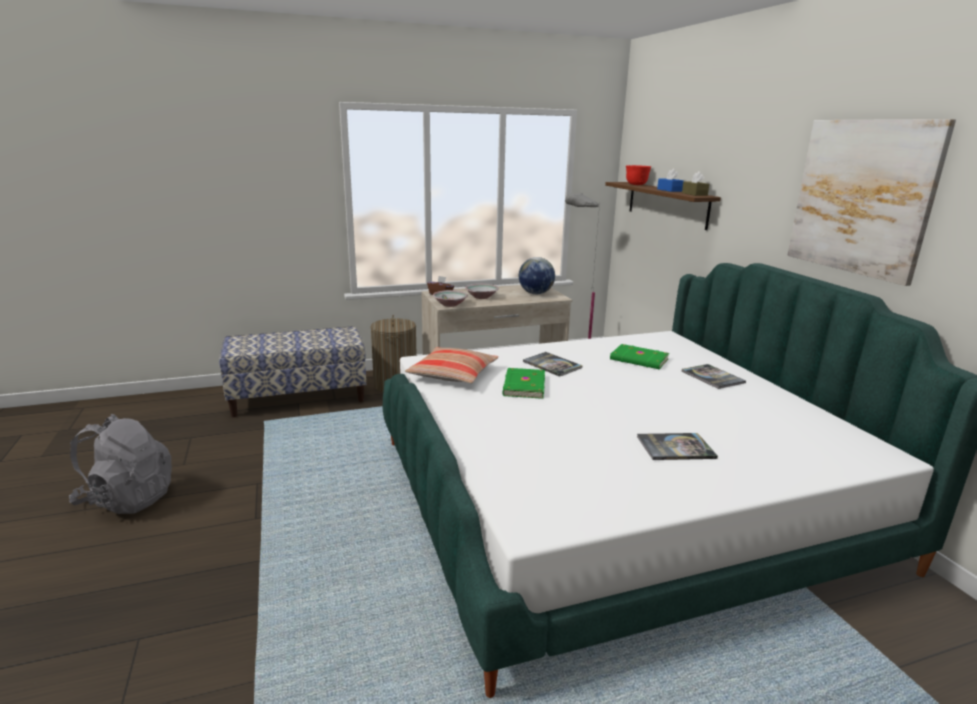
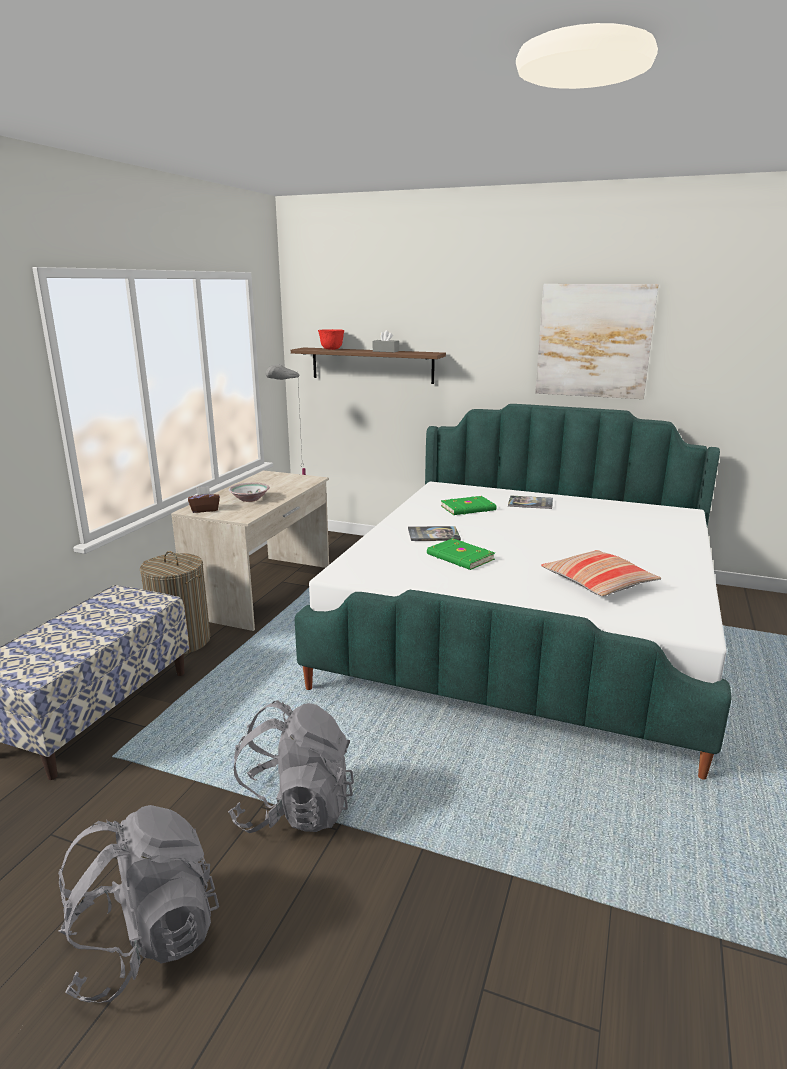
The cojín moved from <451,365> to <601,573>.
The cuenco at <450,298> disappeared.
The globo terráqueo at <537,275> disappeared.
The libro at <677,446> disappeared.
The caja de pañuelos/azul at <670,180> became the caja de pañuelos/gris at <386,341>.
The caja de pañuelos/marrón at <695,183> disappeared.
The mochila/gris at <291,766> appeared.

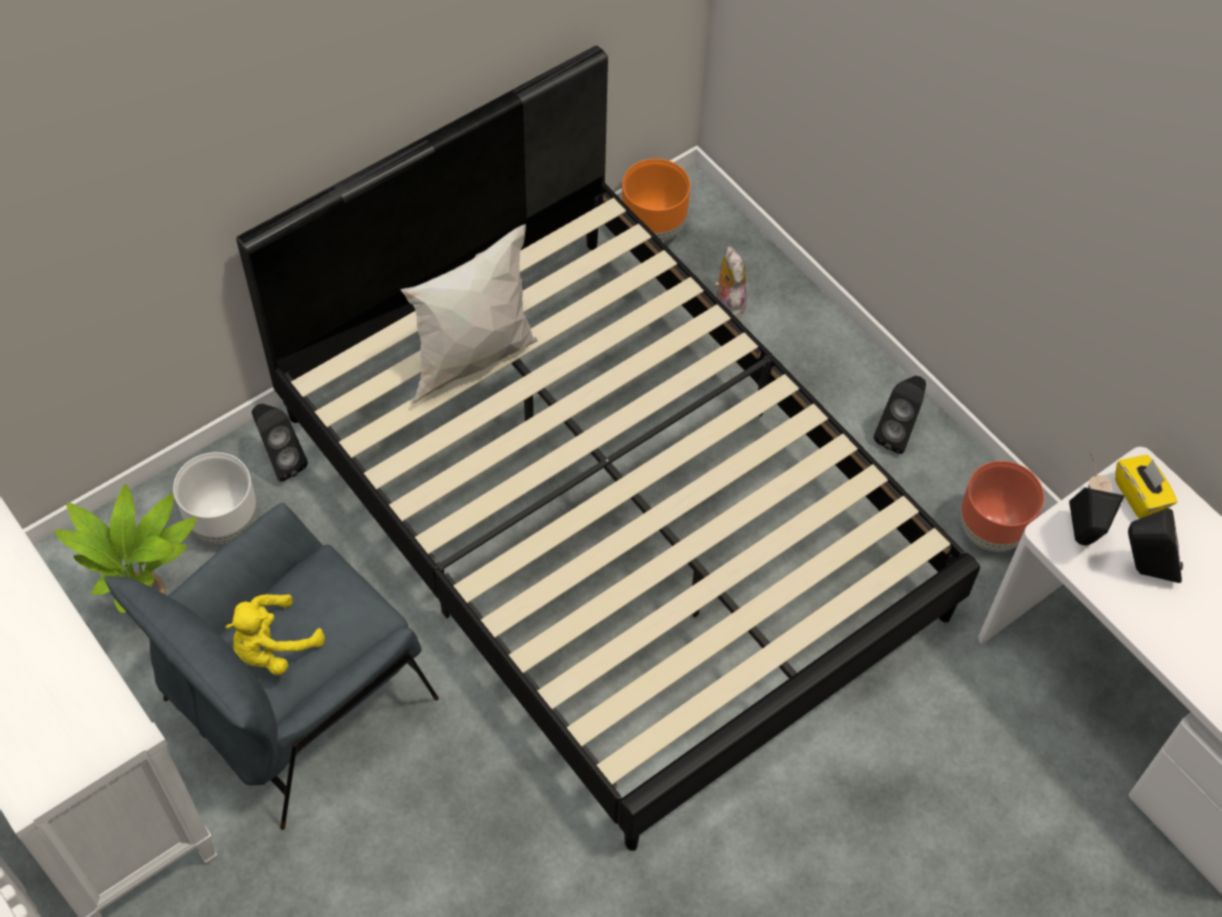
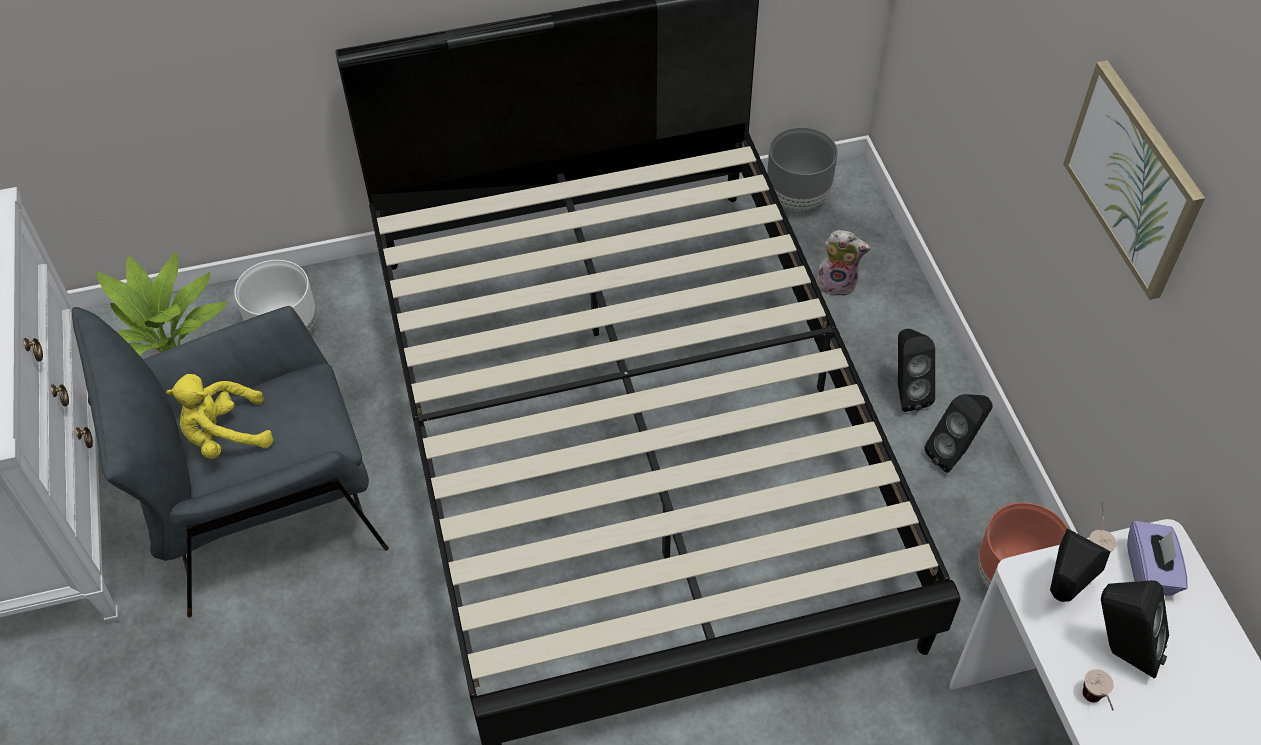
The altavoz/negro moved from <280,443> to <916,370>.
The cojín/blanco at <468,313> disappeared.
The maceta/naranja at <656,200> became the maceta/gris at <802,169>.
The peluche at <730,282> turned 90 degrees clockwise.
The caja de pañuelos/amarillo at <1146,487> became the caja de pañuelos/morado at <1157,558>.
The cuadro at <1134,180> appeared.
The taza at <1098,689> appeared.

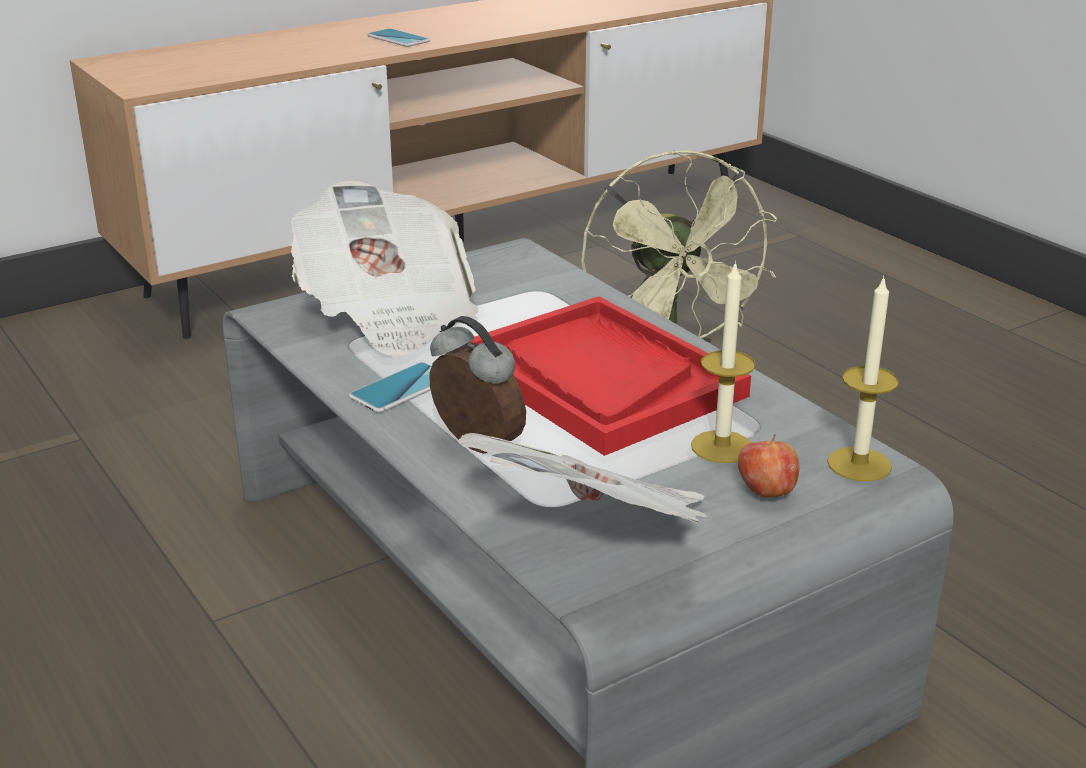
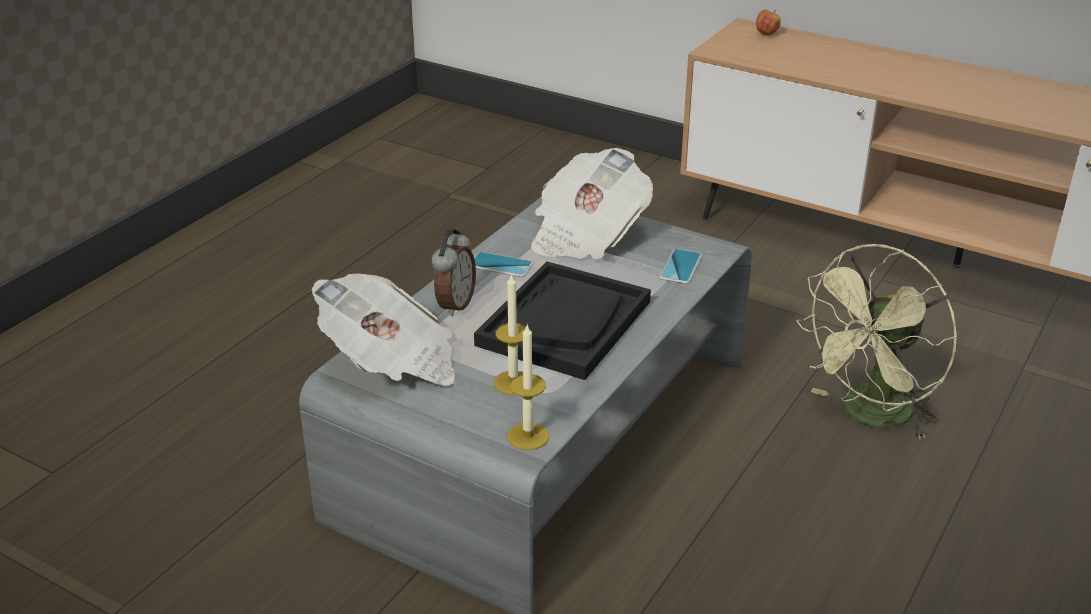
The móvil moved from <398,37> to <681,266>.
The bandeja/rojo at <610,376> became the bandeja/negro at <562,320>.
The manzana moved from <769,466> to <768,23>.

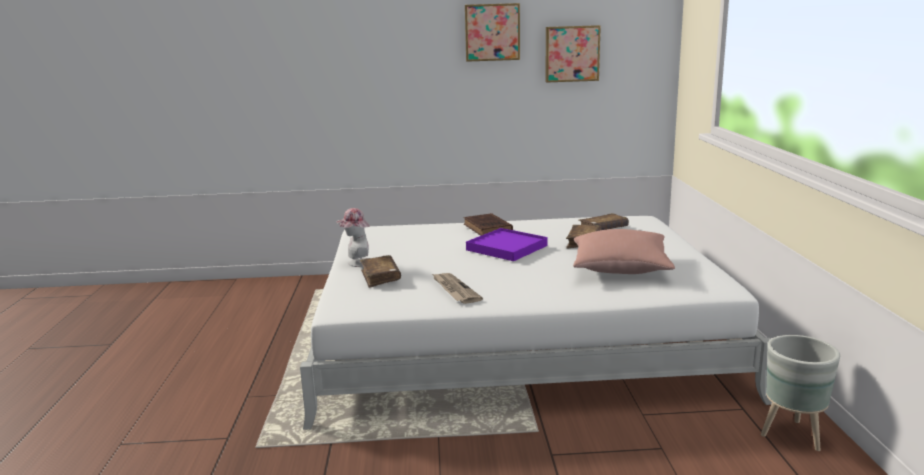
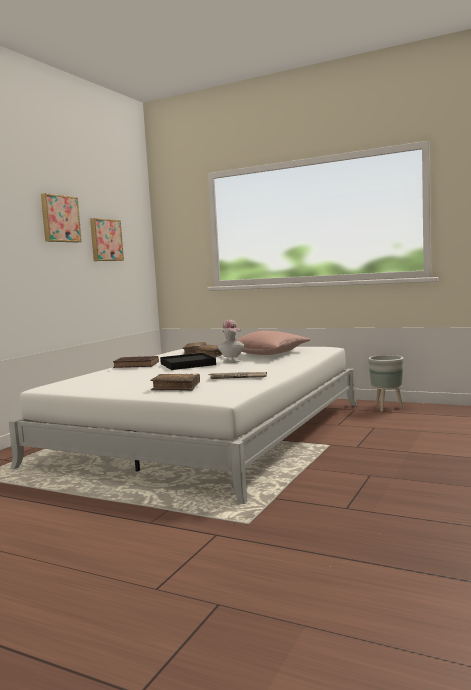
The sombrero moved from <353,237> to <231,341>.
The bandeja/morado at <507,244> became the bandeja/negro at <188,361>.

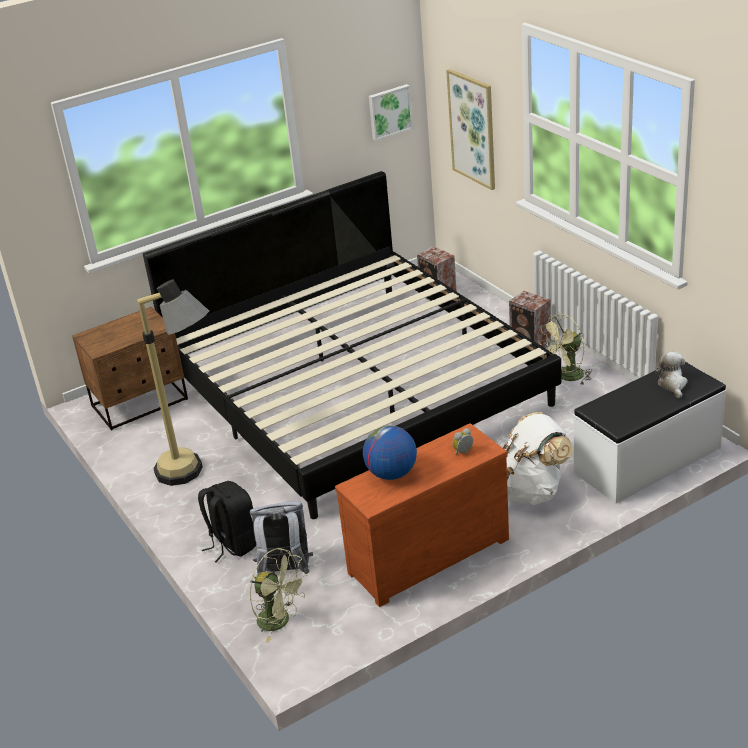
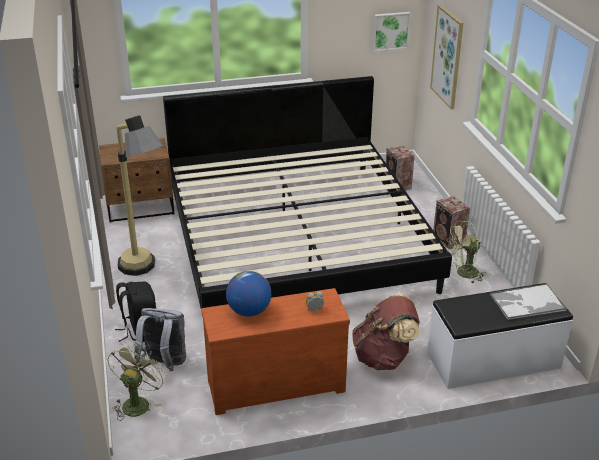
The ventilador/verde at <278,595> turned 120 degrees counterclockwise.
The mochila/blanco at <538,458> became the mochila/marrón at <386,332>.
The peluche at <671,375> was replaced by the bandeja at <528,302>.

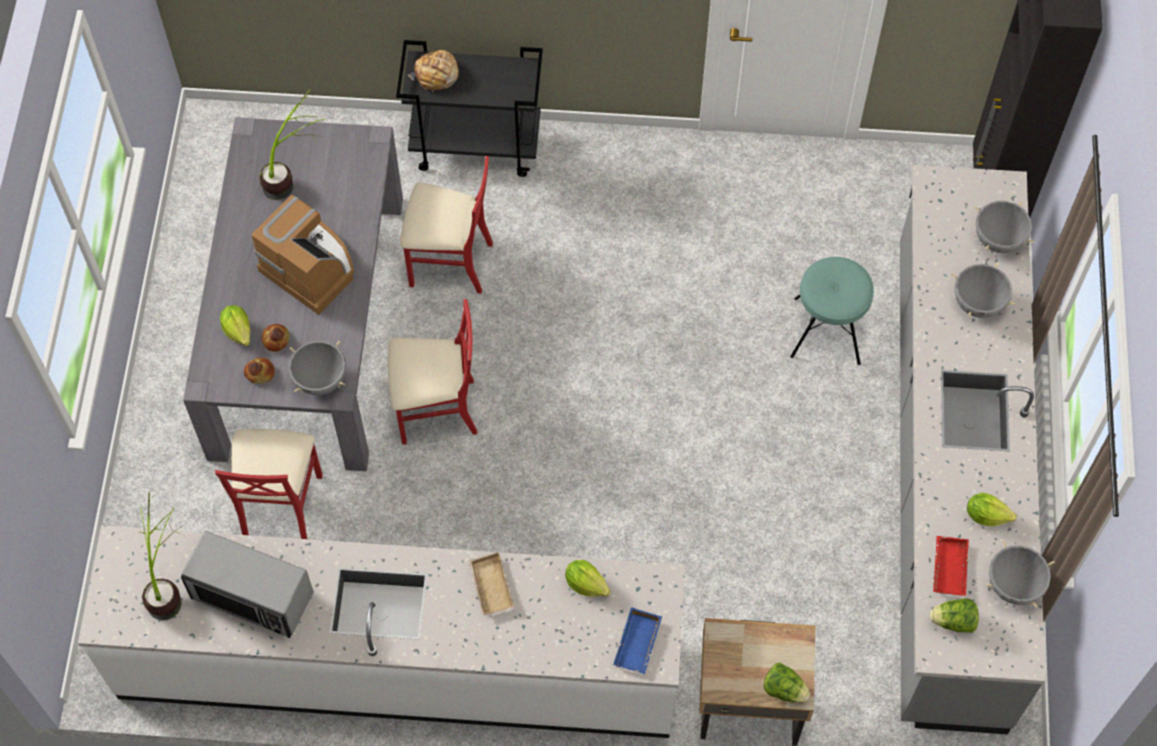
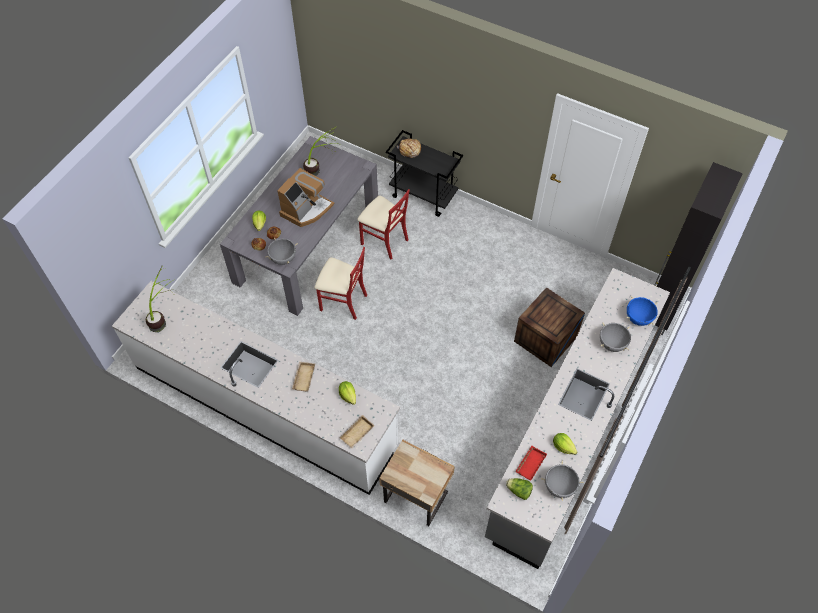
The microondas at <247,584> disappeared.
The silla/rojo at <269,484> disappeared.
The cafetera at <303,255> turned 60 degrees clockwise.
The bandeja/azul at <637,640> became the bandeja/beis at <357,432>.
The lechuga at <786,683> disappeared.
The taburete/turquesa at <832,311> was replaced by the caja de embalaje at <549,327>.
The olla/gris at <1004,227> became the olla/azul at <641,311>.

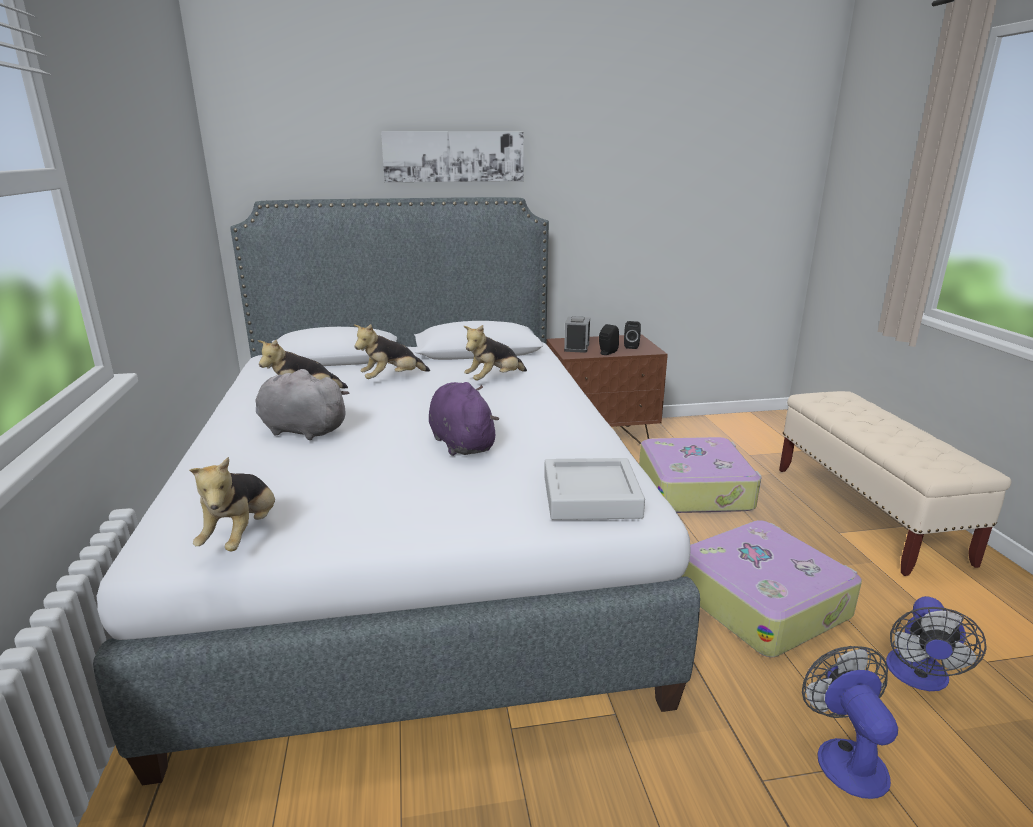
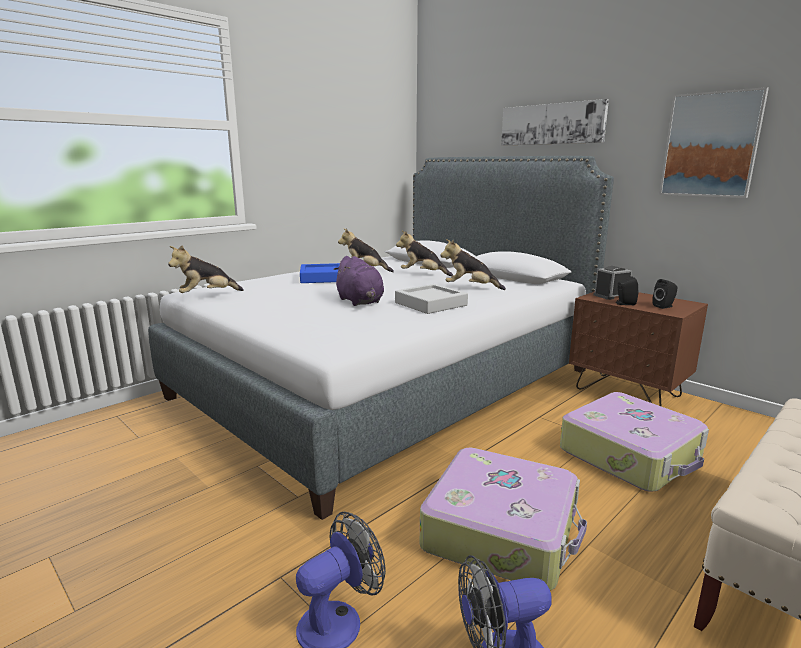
The peluche/gris at <302,404> was replaced by the bandeja/azul at <320,273>.
The peluche/morado at <464,419> turned 120 degrees clockwise.
The bandeja/gris moved from <594,489> to <431,299>.
The cuadro at <714,142> appeared.

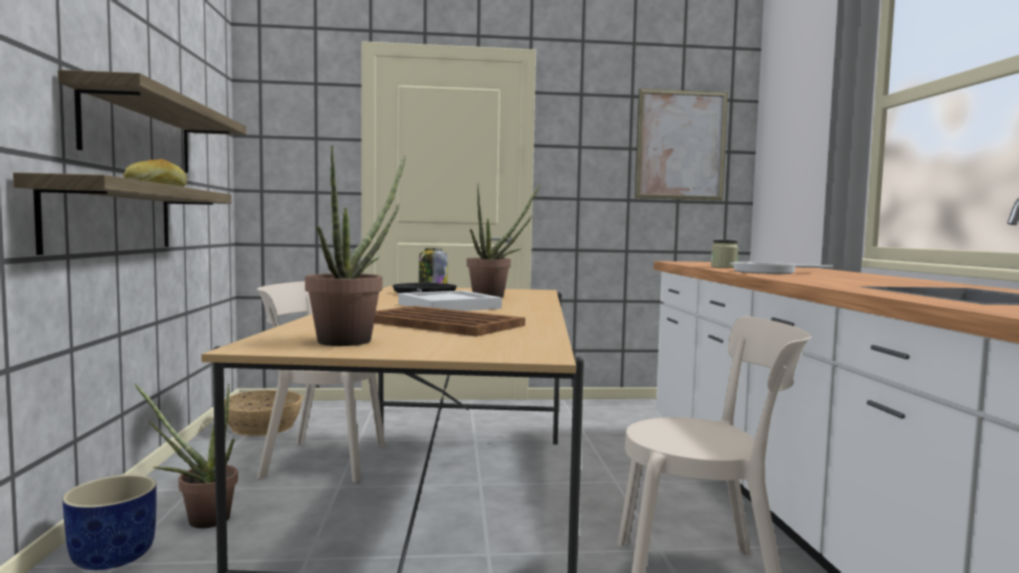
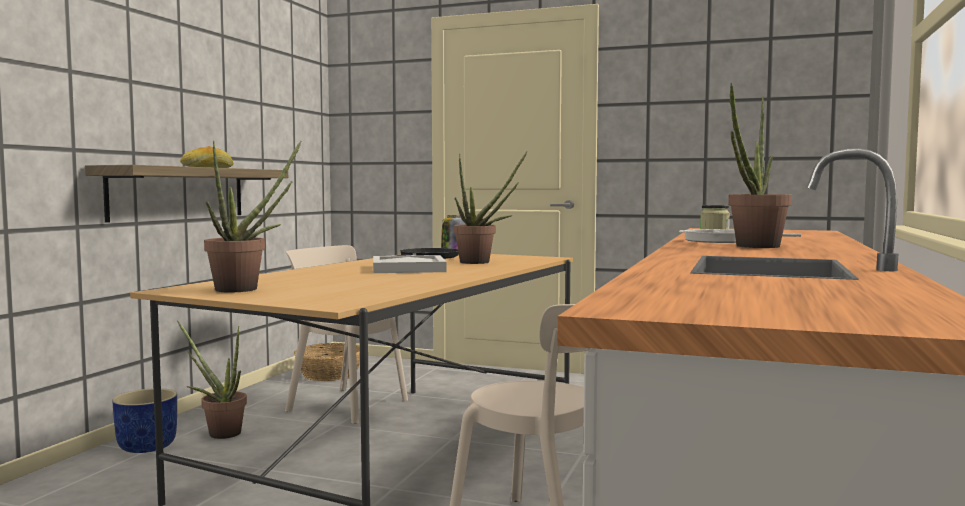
The estante at <152,121> disappeared.
The bandeja/marrón at <449,321> disappeared.
The cuadro at <681,144> disappeared.
The planta en maceta at <760,165> appeared.

